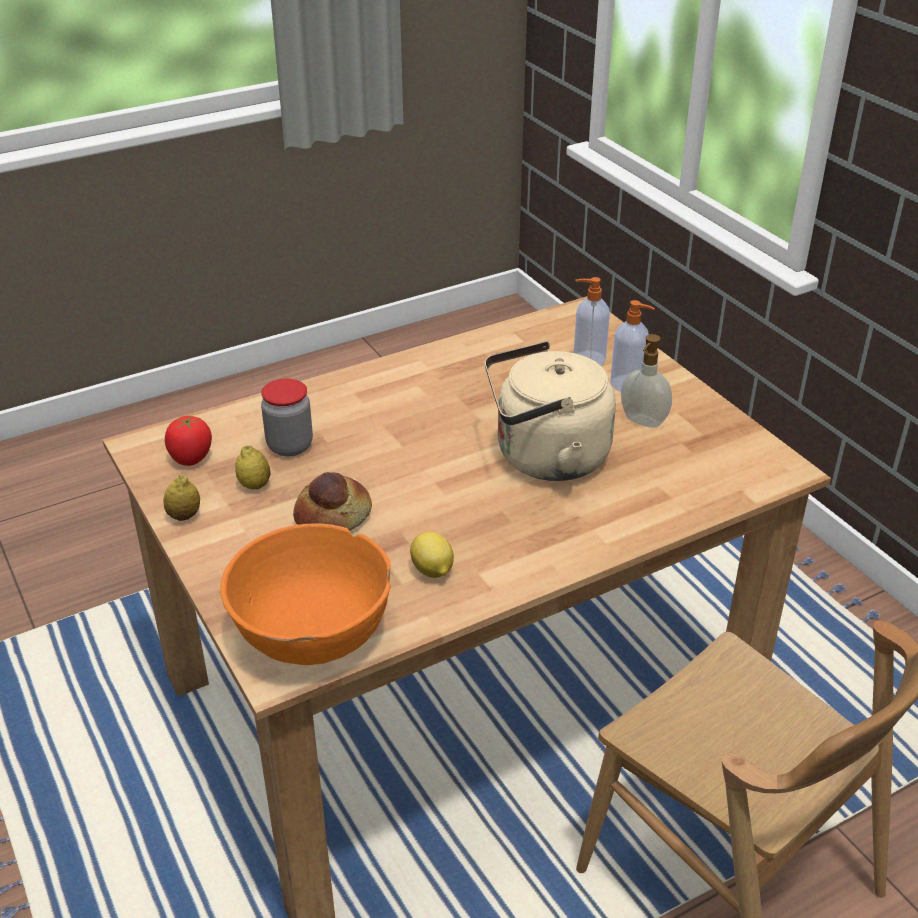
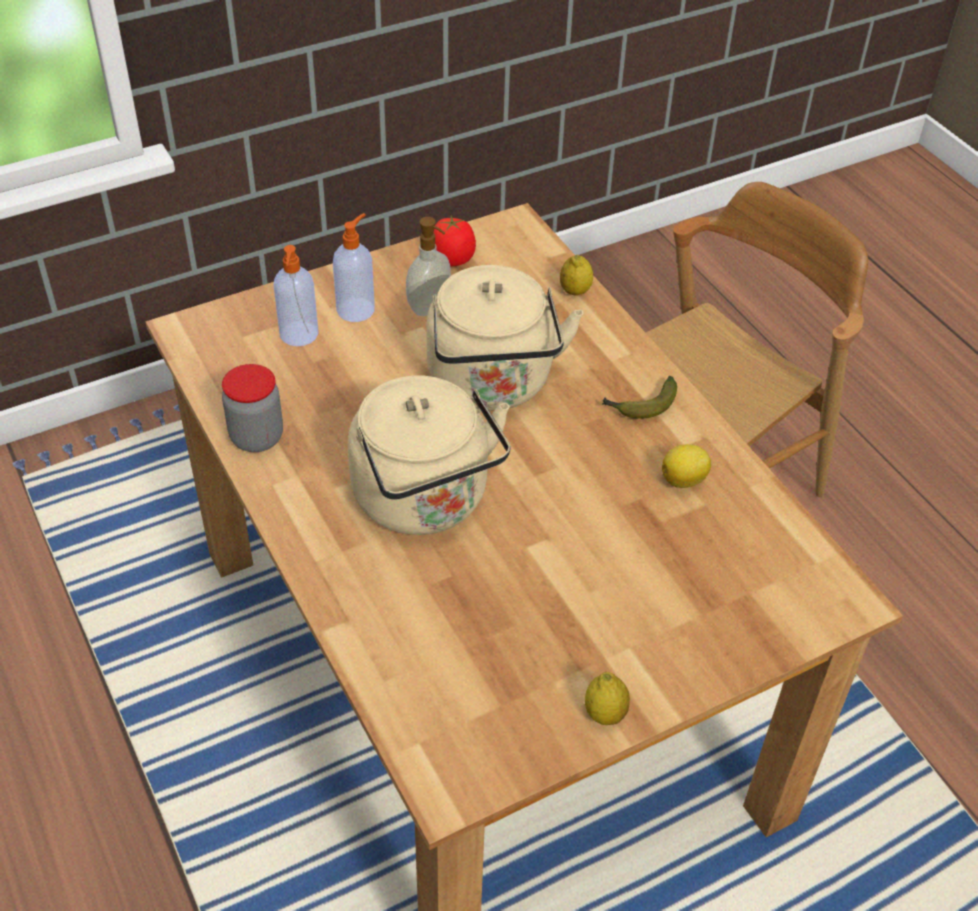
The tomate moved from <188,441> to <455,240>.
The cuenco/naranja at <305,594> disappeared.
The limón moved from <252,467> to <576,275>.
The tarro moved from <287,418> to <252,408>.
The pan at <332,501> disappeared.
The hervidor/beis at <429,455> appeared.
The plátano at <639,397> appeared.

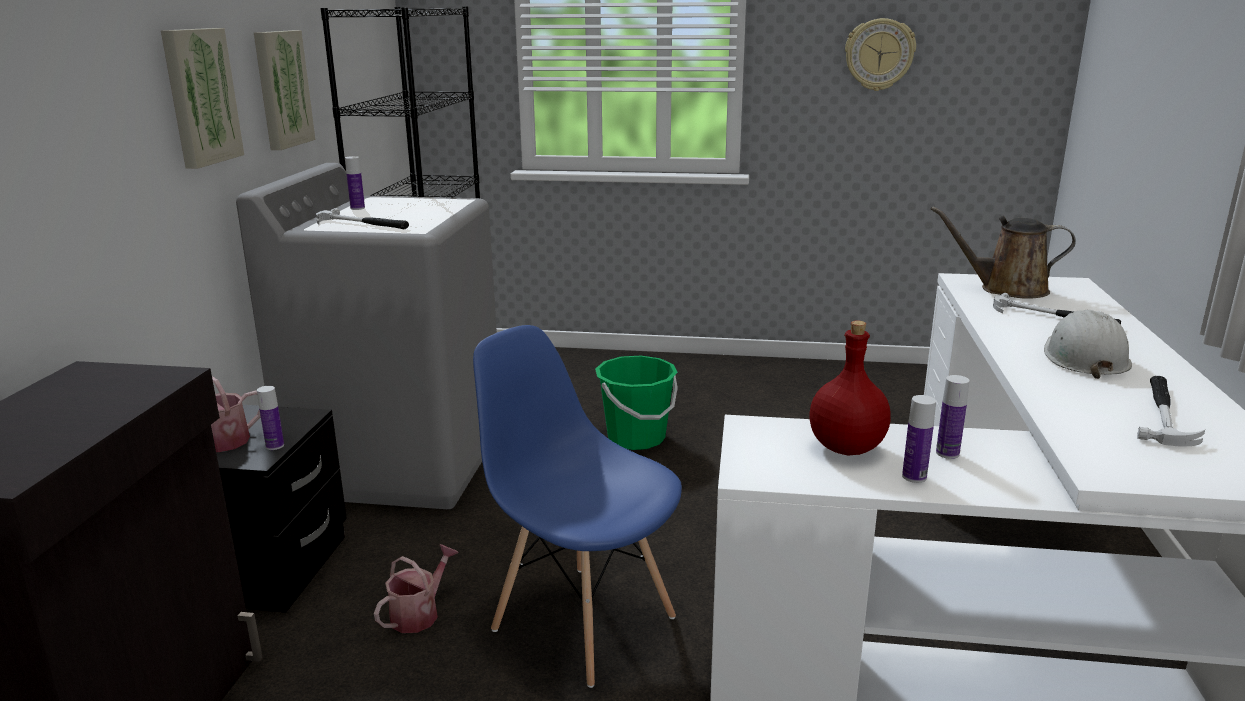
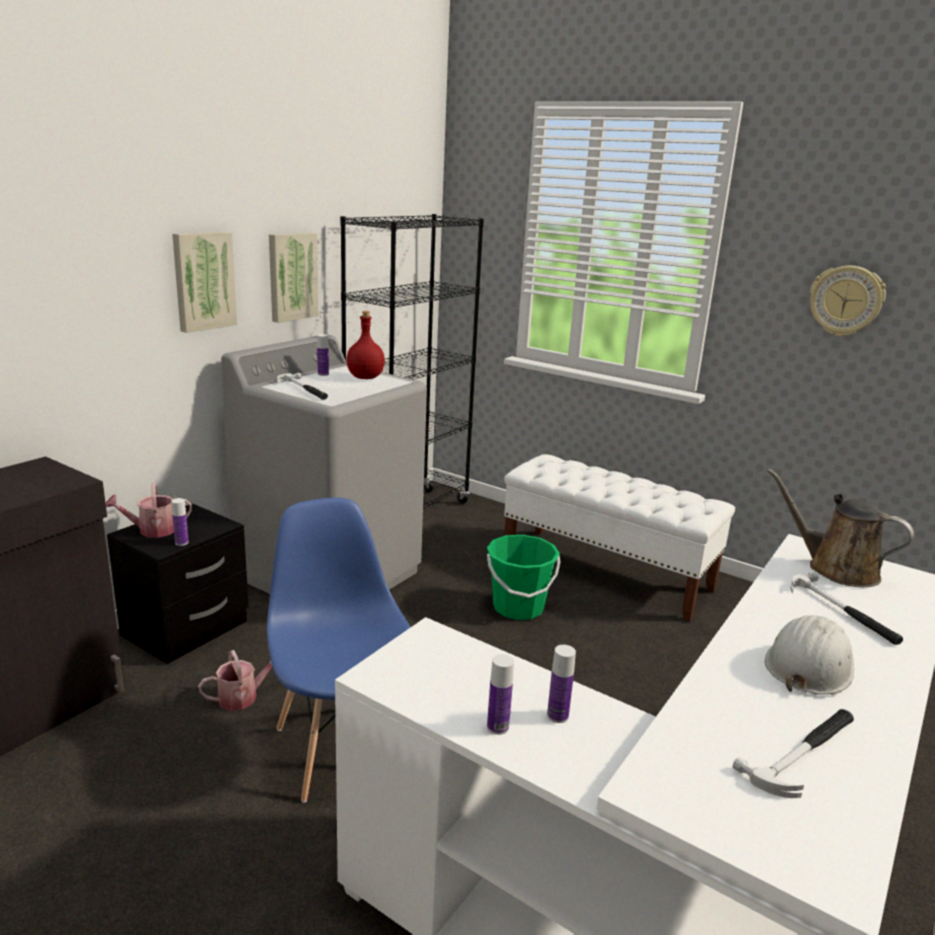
The botella/rojo moved from <850,388> to <365,345>.
The banco/blanco at <619,538> appeared.

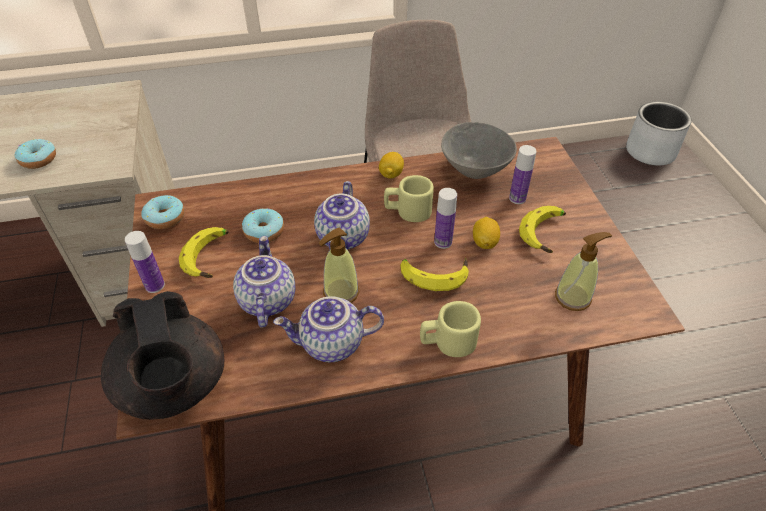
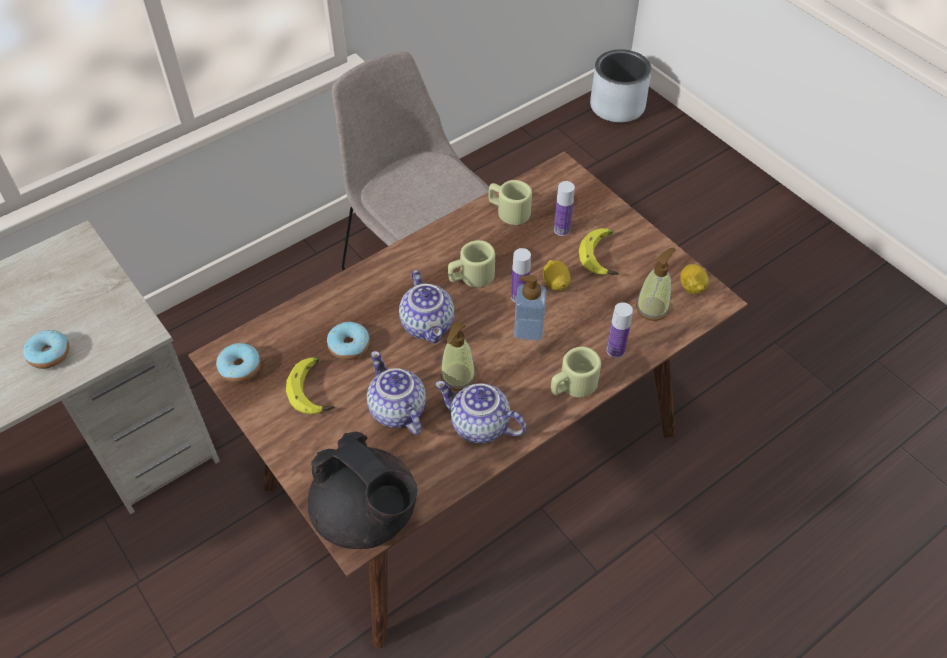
The botella moved from <145,262> to <620,330>.
The tetera at <328,329> turned 60 degrees clockwise.
The limón moved from <391,165> to <694,279>.
The plátano at <434,274> was replaced by the dispensador de jabón at <530,308>.
The cuenco/gris at <479,150> was replaced by the taza grande/beis at <510,202>.

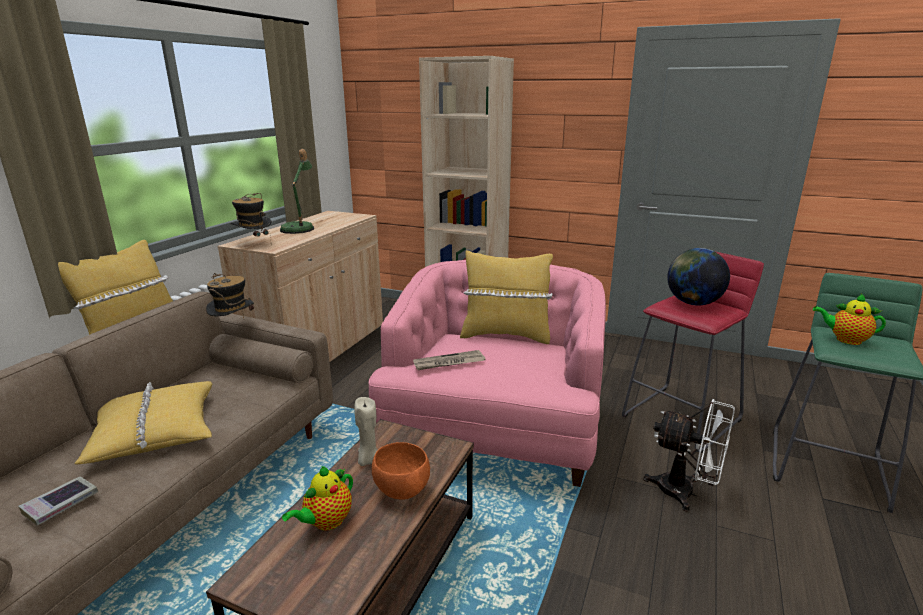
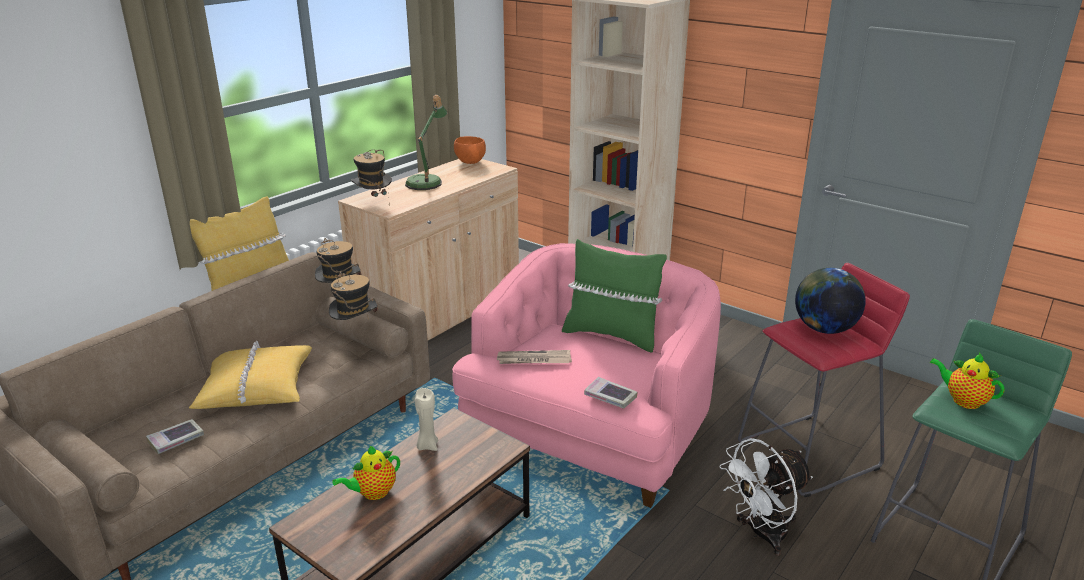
The cuenco/naranja moved from <401,471> to <470,150>.
The cojín/amarillo at <506,297> became the cojín/verde at <614,296>.
The ventilador/blanco at <689,455> turned 105 degrees clockwise.
The sombrero at <353,296> appeared.
The libro at <610,393> appeared.

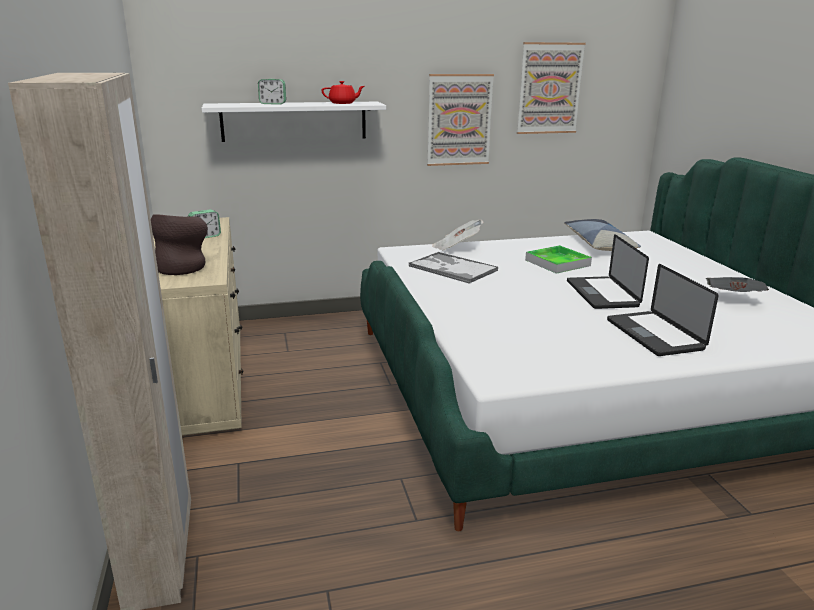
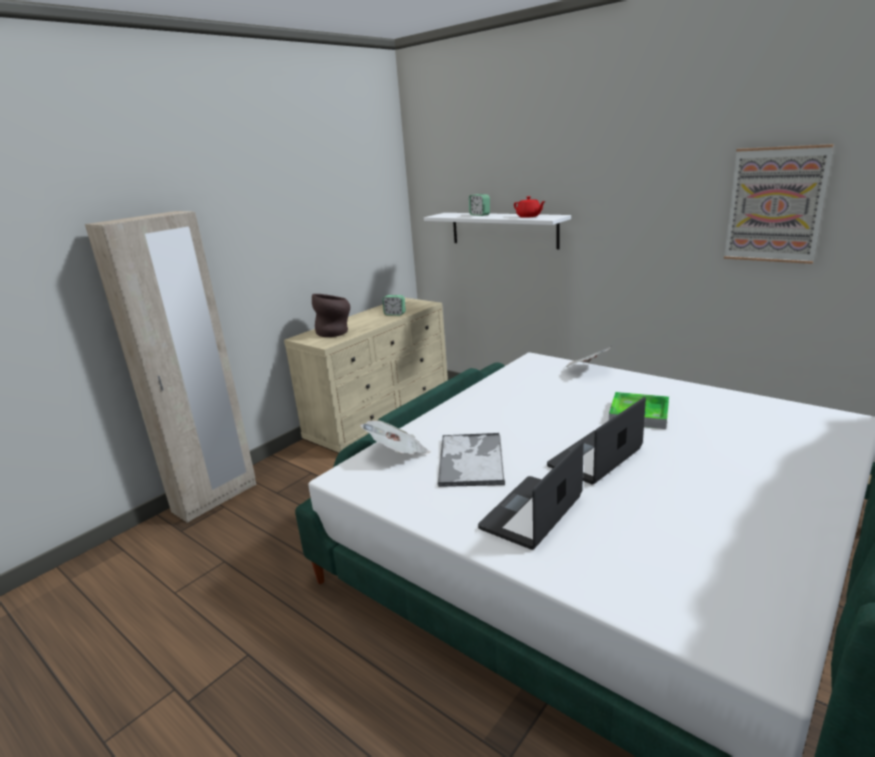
The bandeja moved from <453,268> to <471,460>.
The cuadro at <460,120> disappeared.
The cojín at <602,235> disappeared.
The periódico moved from <737,284> to <395,437>.

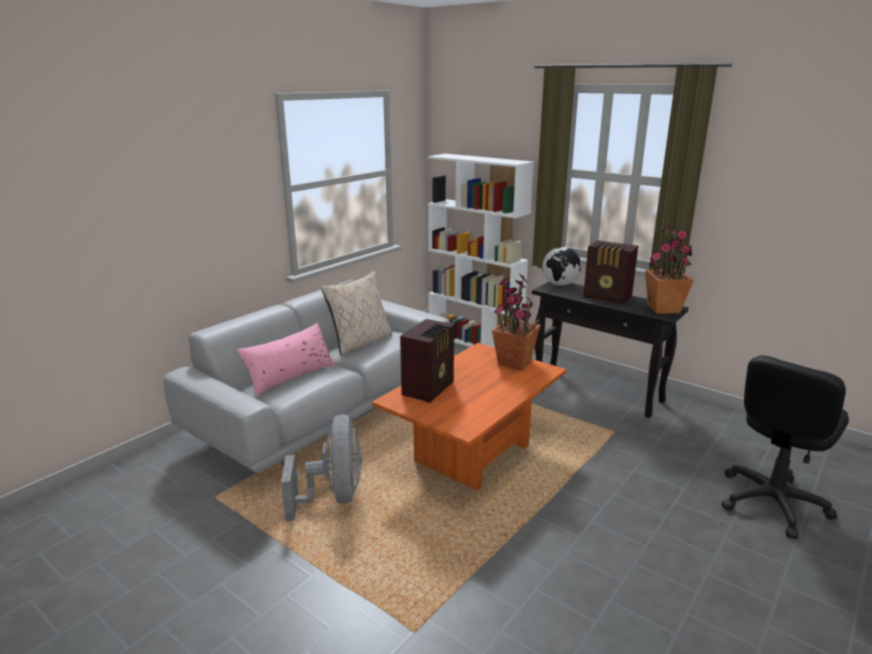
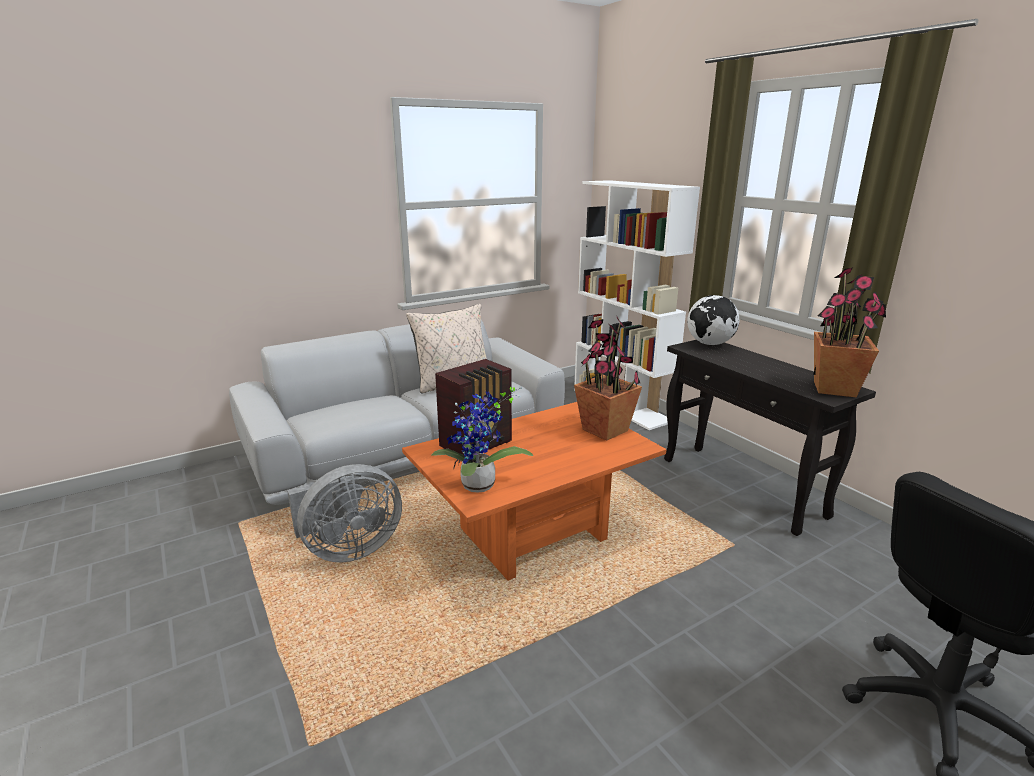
The cojín/rosa at <286,360> disappeared.
The ventilador/gris at <321,468> turned 45 degrees clockwise.
The radio at <610,272> disappeared.
The planta en maceta at <482,439> appeared.

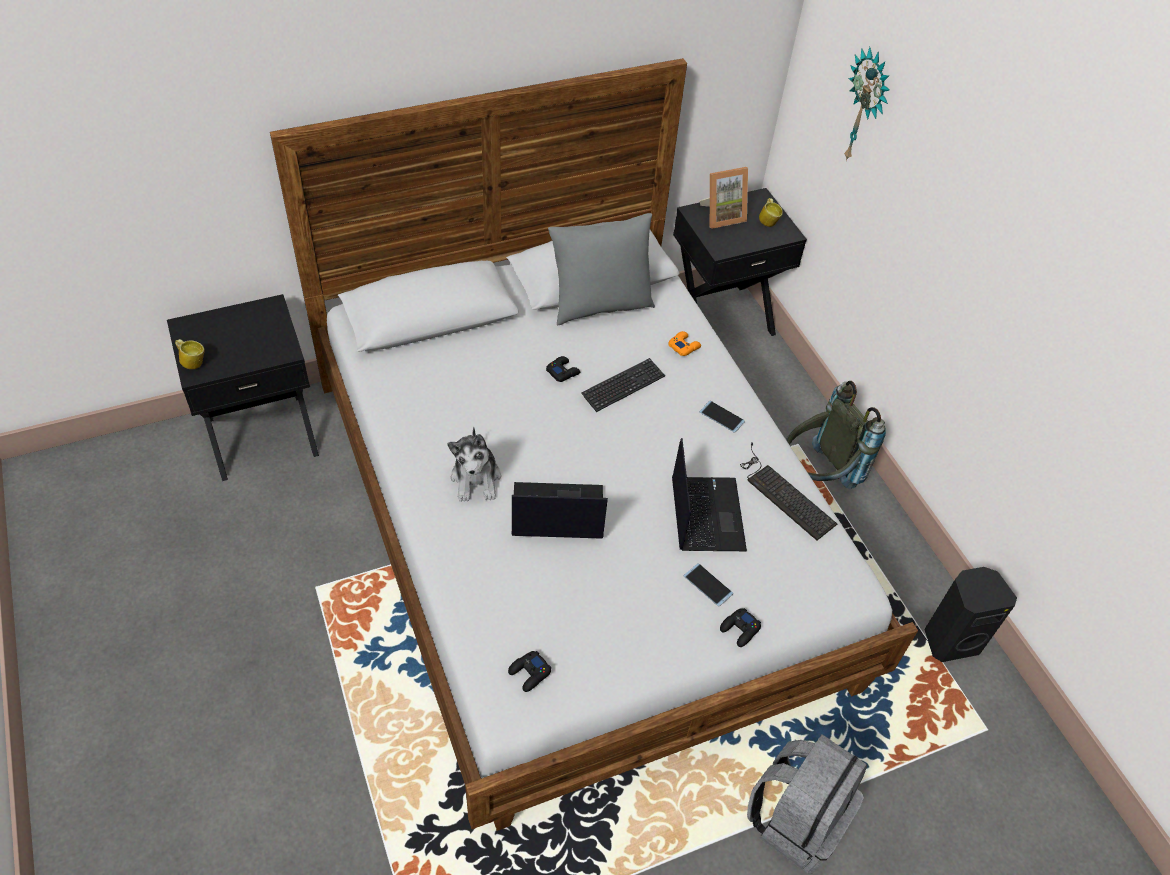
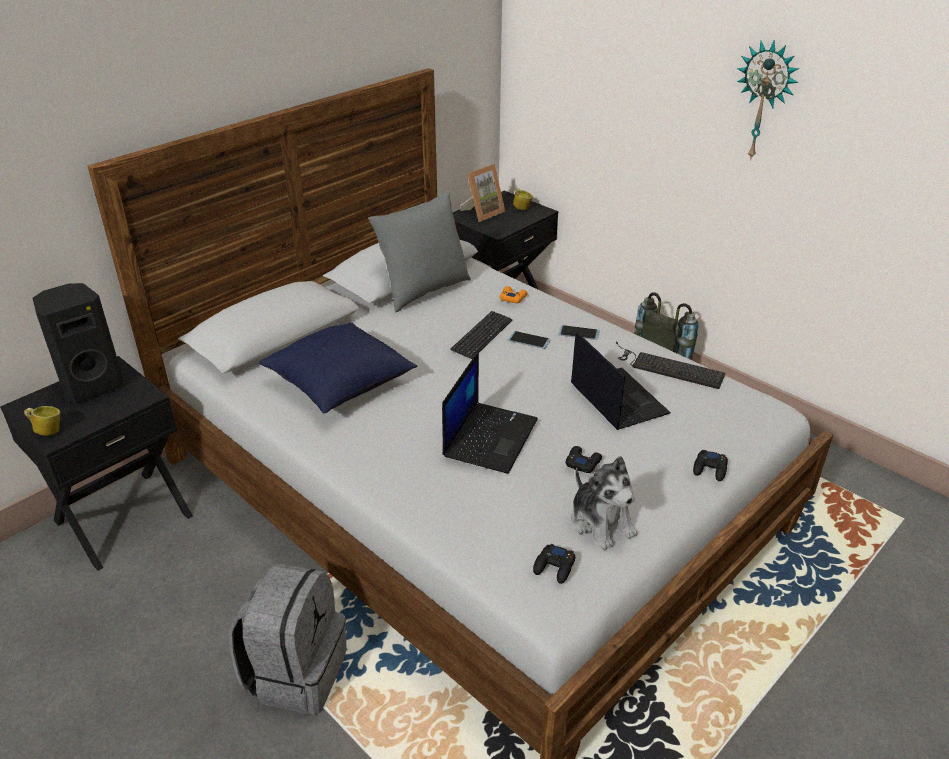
The peluche moved from <474,464> to <605,503>.
The portátil at <560,510> turned 135 degrees clockwise.
The mando de consola/negro moved from <563,369> to <584,459>.
The móvil moved from <708,584> to <529,340>.
The mochila/gris moved from <807,803> to <288,639>.
The reloj de pared moved from <867,104> to <768,100>.
The altavoz/negro moved from <970,614> to <78,343>.
The cojín/azul at <338,367> appeared.

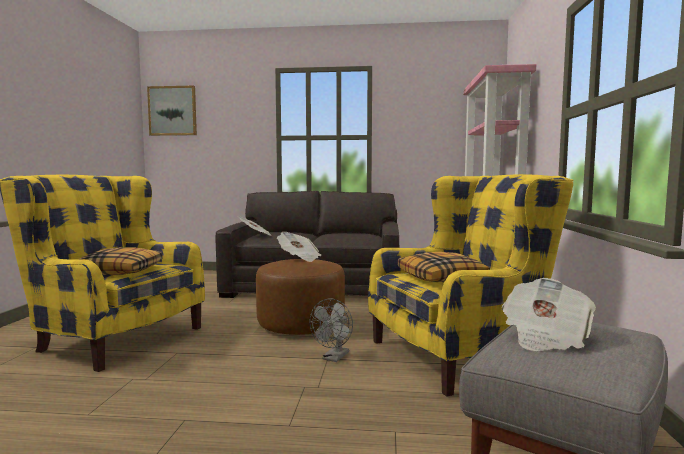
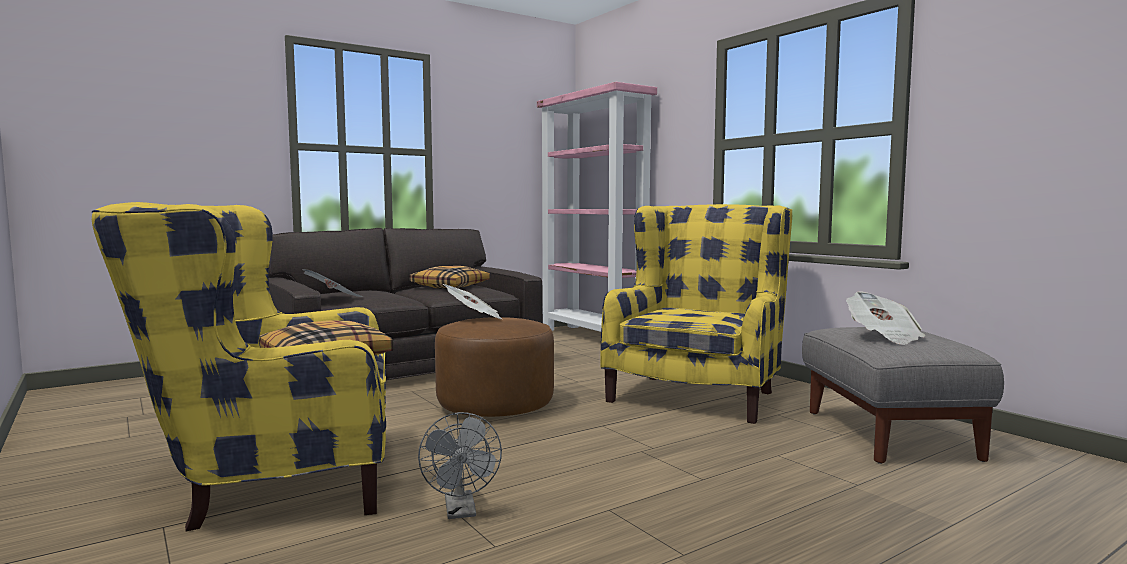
The cuadro at <172,111> disappeared.
The ventilador/gris moved from <331,330> to <460,465>.
The cojín moved from <444,267> to <449,277>.

